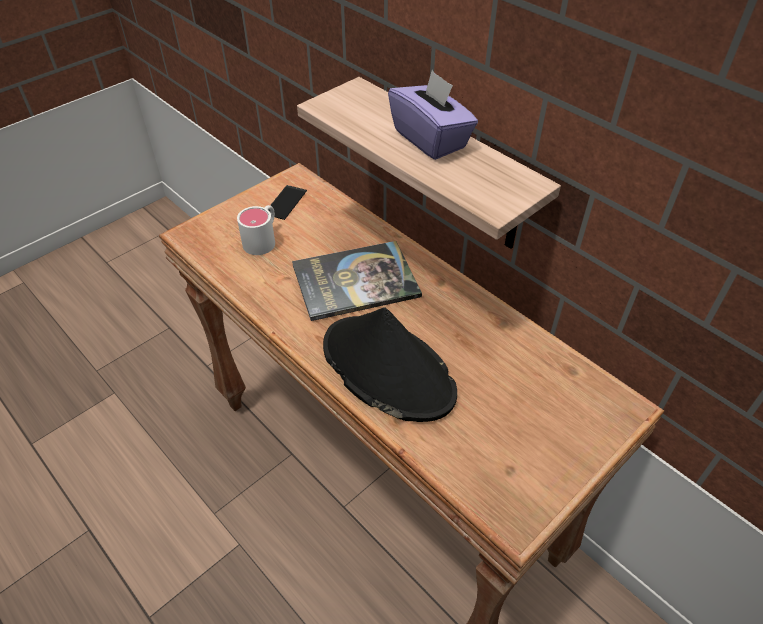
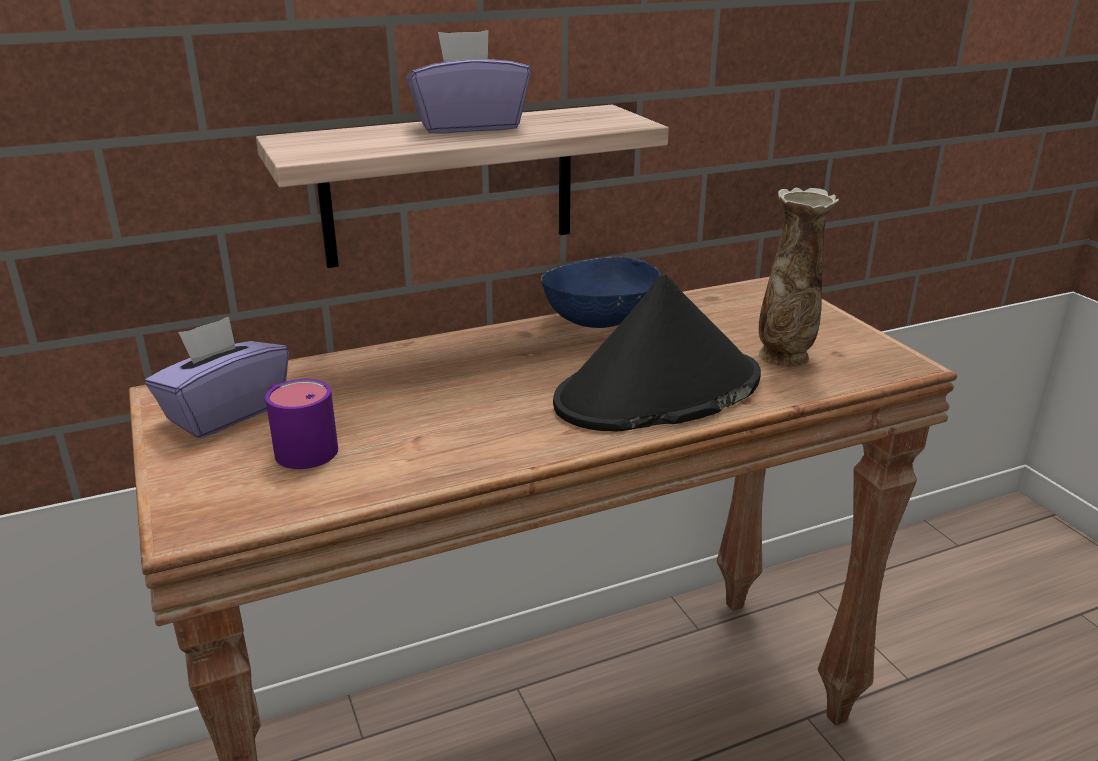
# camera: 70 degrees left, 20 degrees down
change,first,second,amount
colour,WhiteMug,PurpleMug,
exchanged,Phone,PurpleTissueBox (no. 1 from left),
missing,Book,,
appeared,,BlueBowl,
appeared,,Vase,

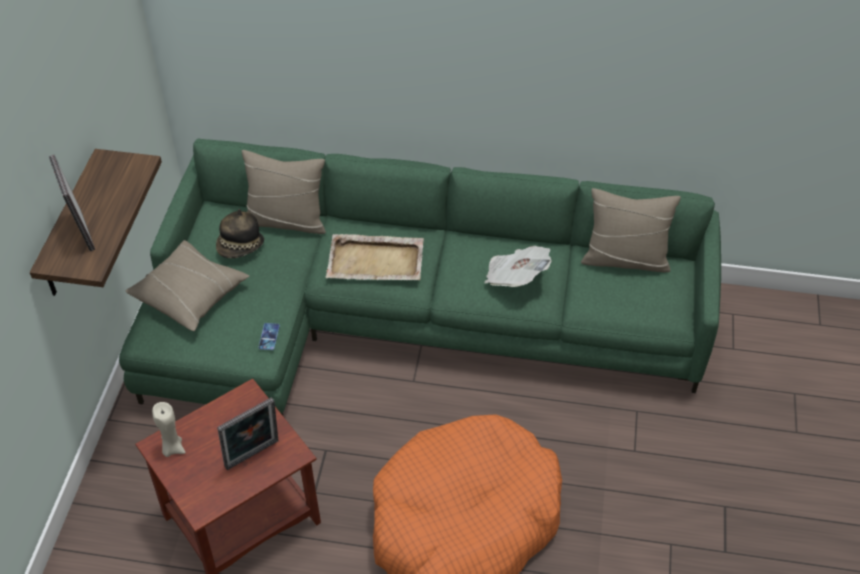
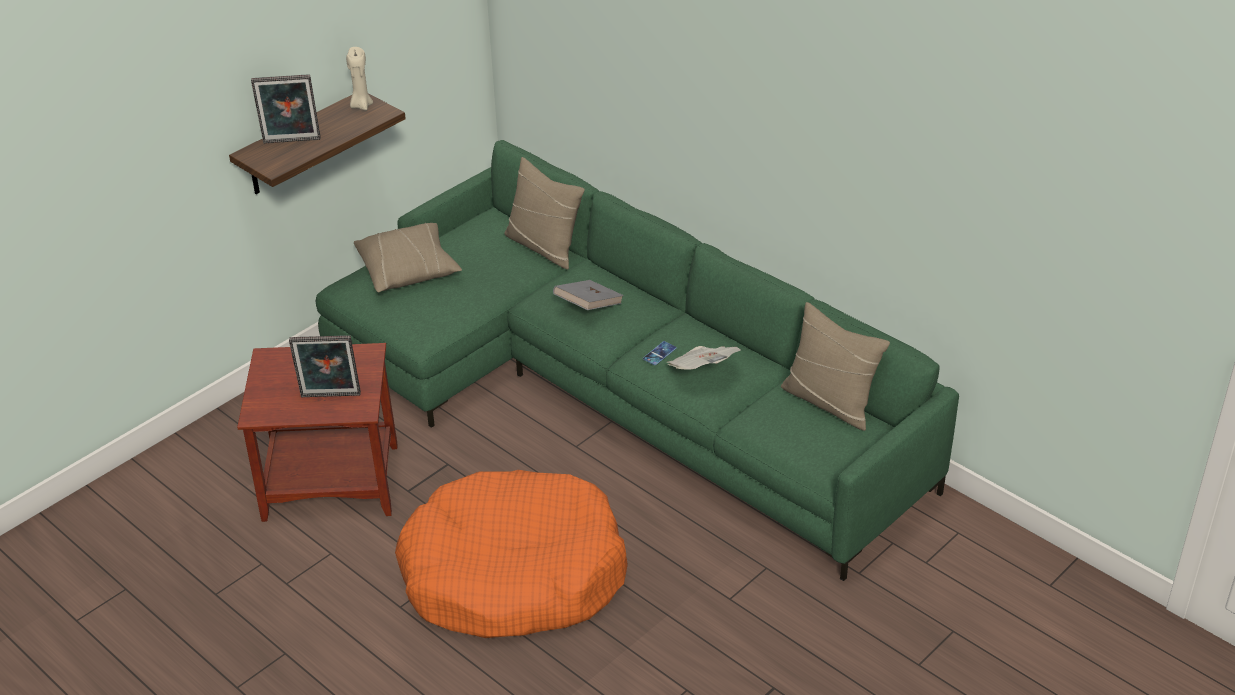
# camera: 35 degrees right, 10 degrees down
change,first,second,amount
spun,PictureFrame (no. 1 from left),,105 degrees counterclockwise
relocated,BeigeCandle,,
missing,Hat,,
relocated,Phone,,
exchanged,BeigeTray,GreyBook,

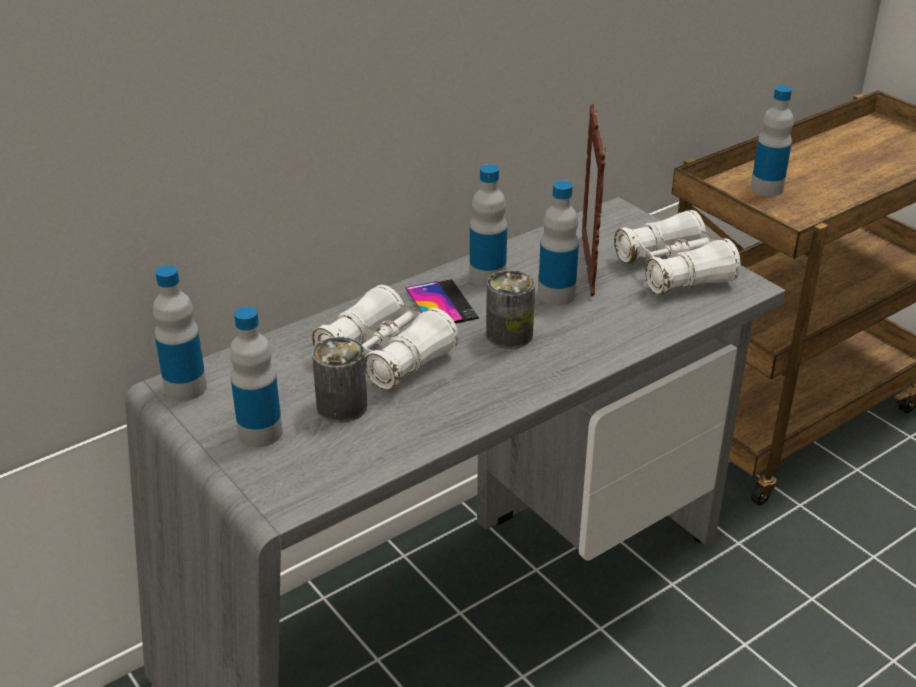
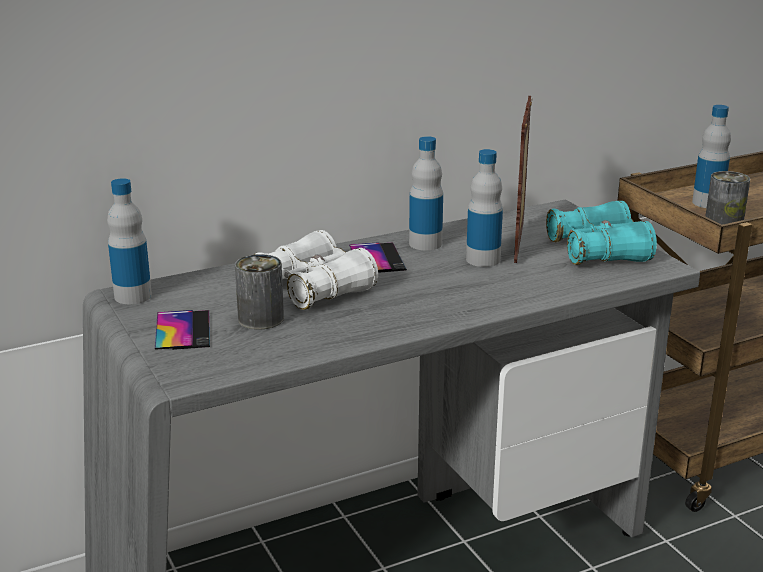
# camera: 10 degrees right, 10 degrees down
change,first,second,amount
exchanged,Bottle (no. 2 from left),Phone (no. 1 from left),
relocated,Can (no. 2 from left),,
colour,WhiteBinoculars (no. 2 from left),TurquoiseBinoculars,

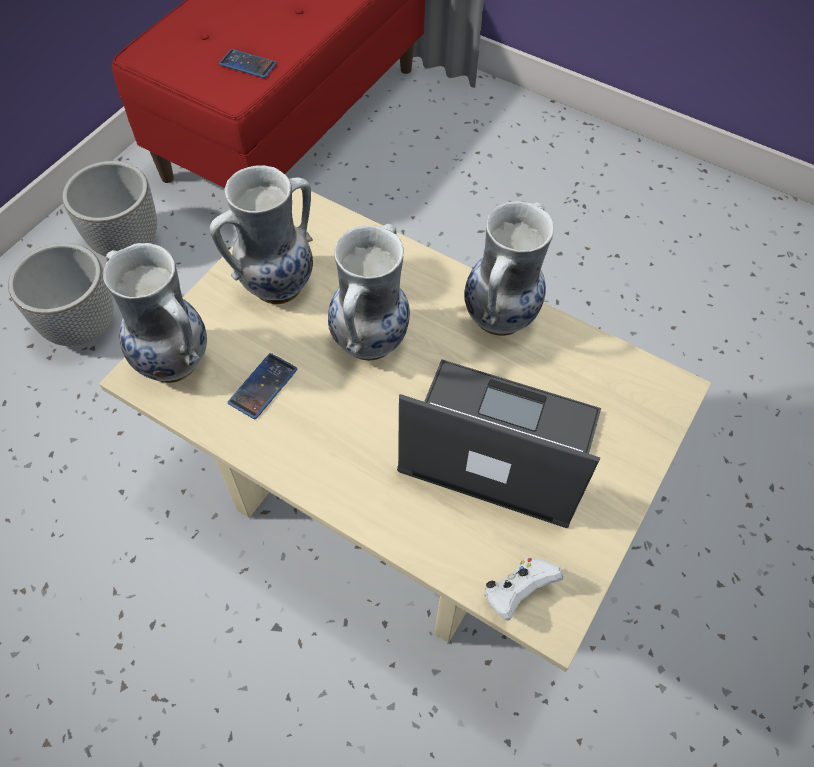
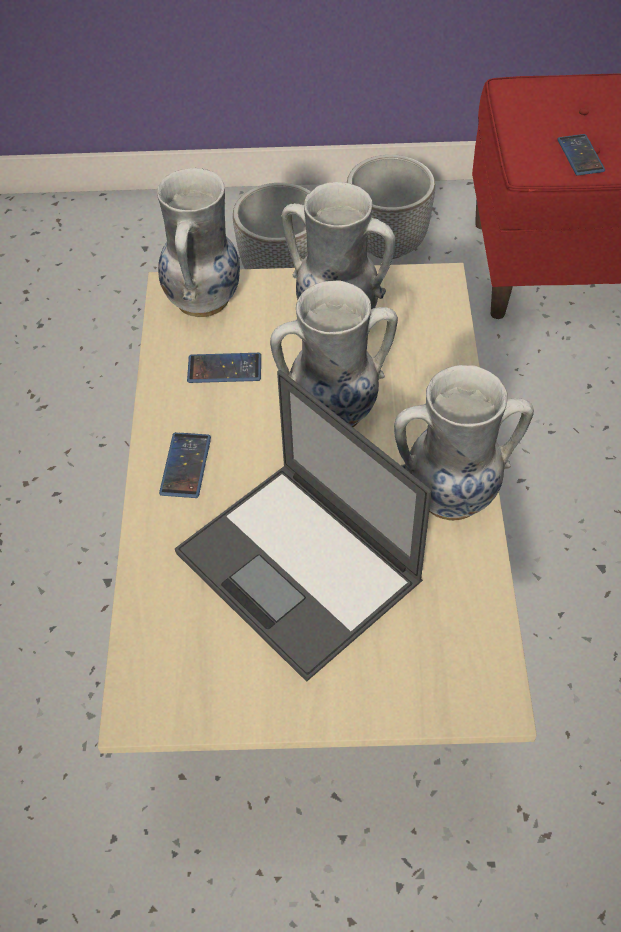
# camera: 60 degrees right, 5 degrees down
change,first,second,amount
spun,Laptop,,150 degrees clockwise
missing,WhiteGameController,,
appeared,,Phone (no. 1 from left),

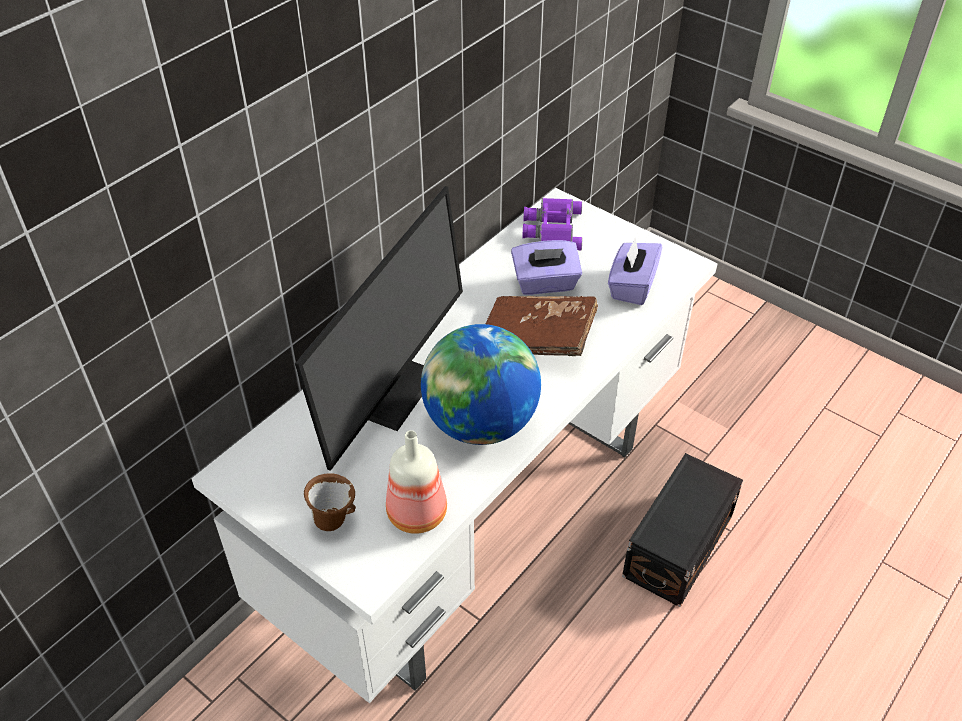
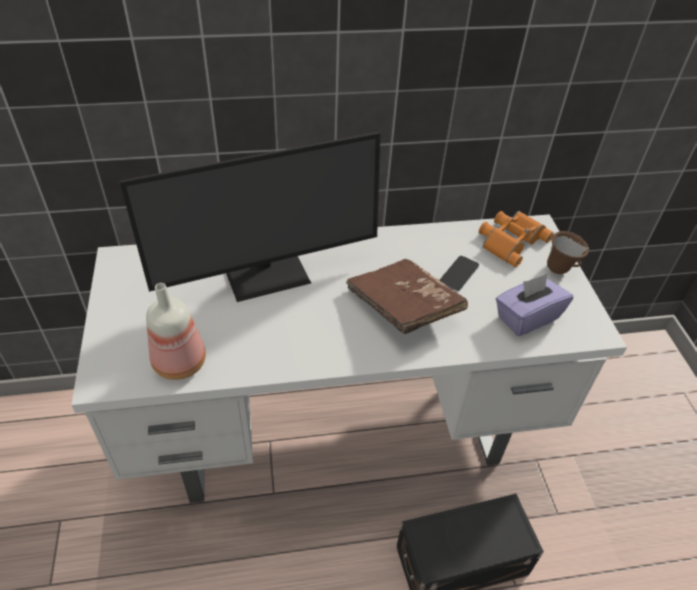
# camera: 40 degrees right, 0 degrees up
change,first,second,amount
relocated,BrownMug,,
missing,Globe,,
exchanged,PurpleTissueBox (no. 1 from left),Phone,
colour,PurpleBinoculars,OrangeBinoculars,

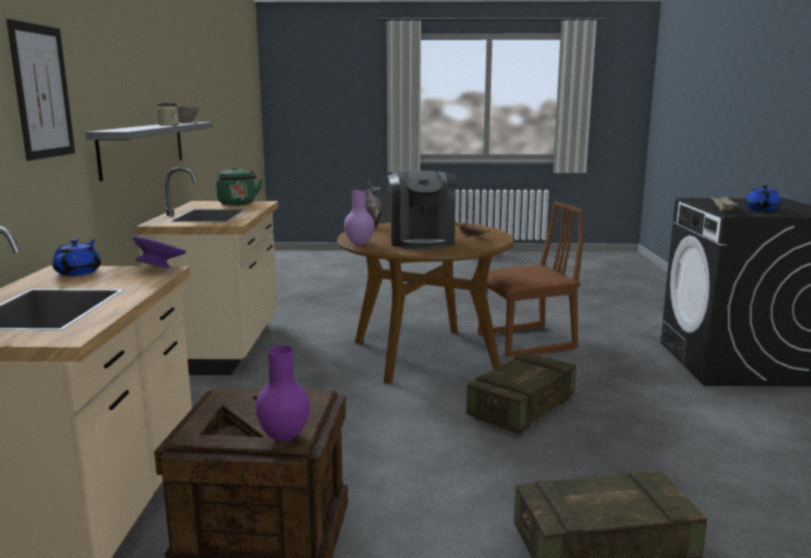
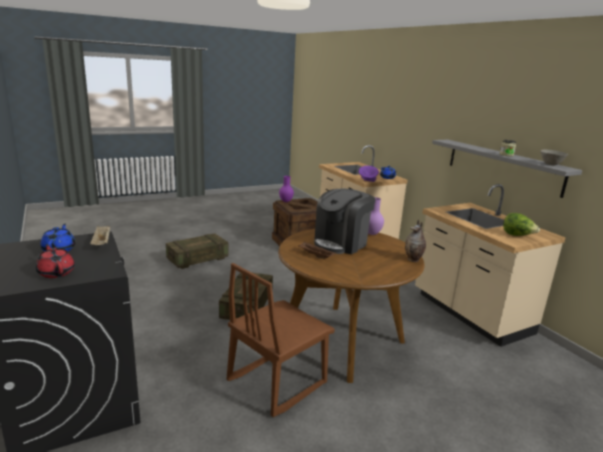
# camera: 150 degrees right, 5 degrees up
change,first,second,amount
missing,Picture,,
exchanged,GreenKettle,Lettuce,
spun,CoffeeMachine,,105 degrees counterclockwise
appeared,,RedTeapot,

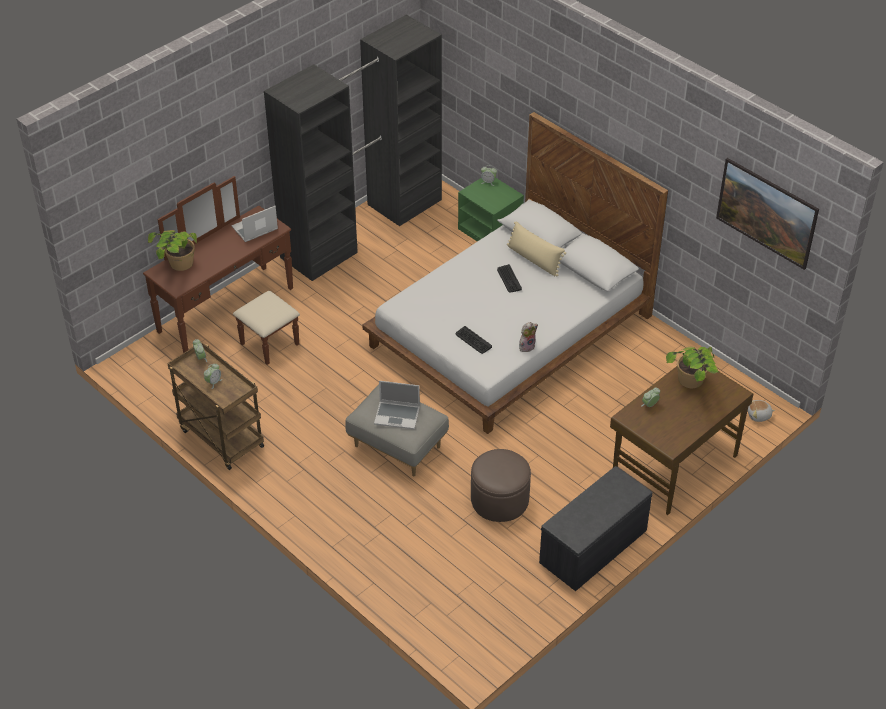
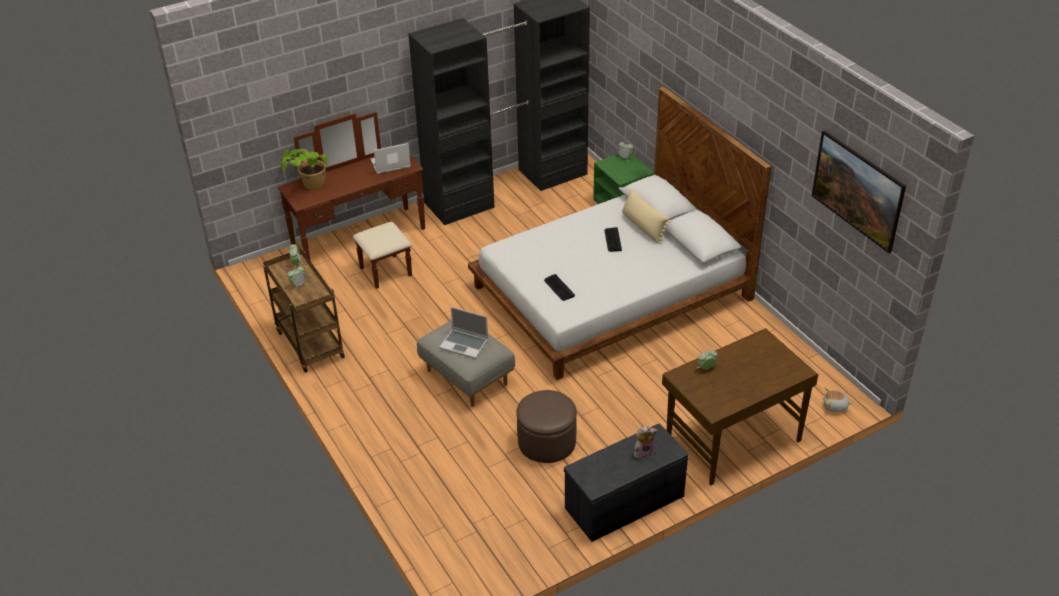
# camera: 15 degrees right, 5 degrees down
change,first,second,amount
relocated,PlushToy (no. 1 from left),,
missing,PottedPlant (no. 2 from left),,

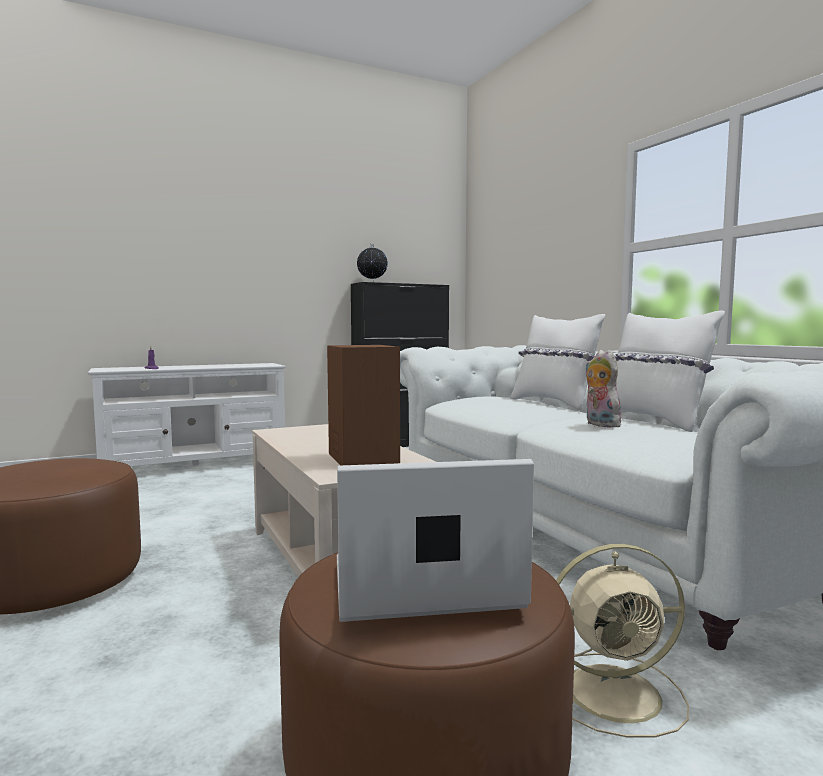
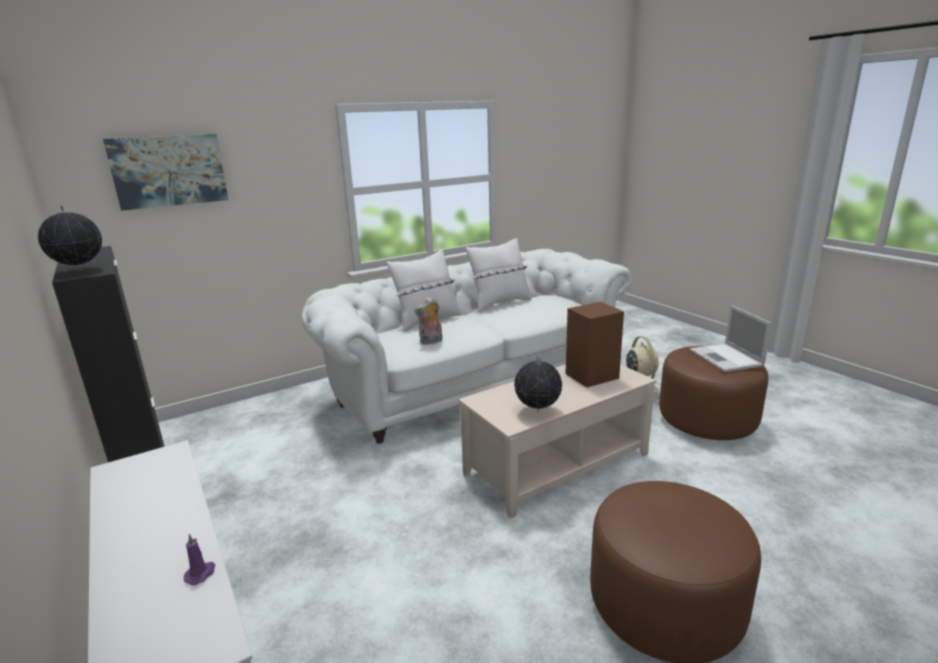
# camera: 95 degrees left, 15 degrees up
change,first,second,amount
relocated,PlushToy,,
appeared,,Picture,
appeared,,Globe (no. 2 from left),

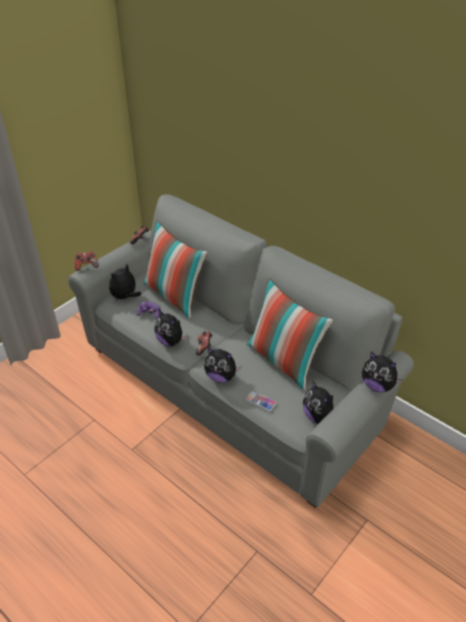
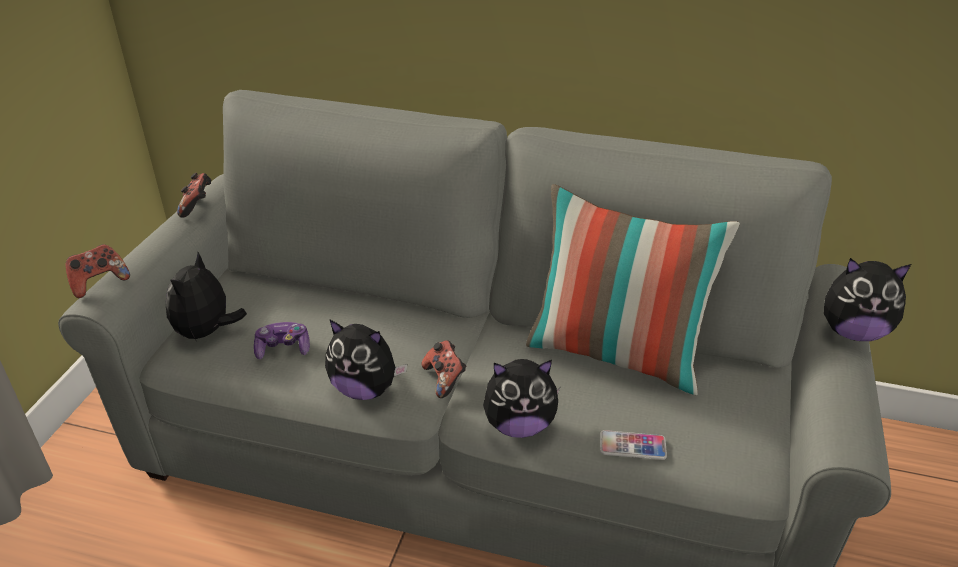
# camera: 25 degrees left, 5 degrees down
change,first,second,amount
missing,Pillow (no. 1 from left),,
missing,PlushToy (no. 4 from left),,

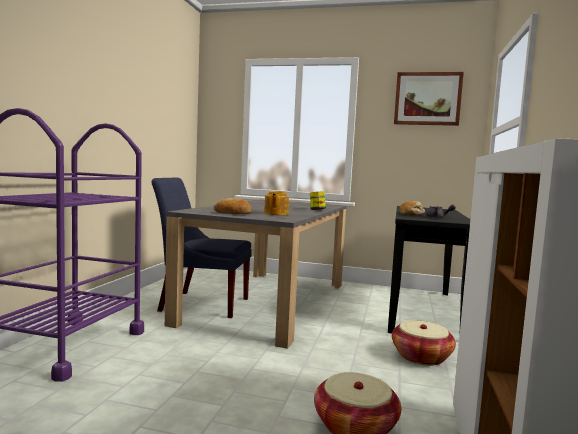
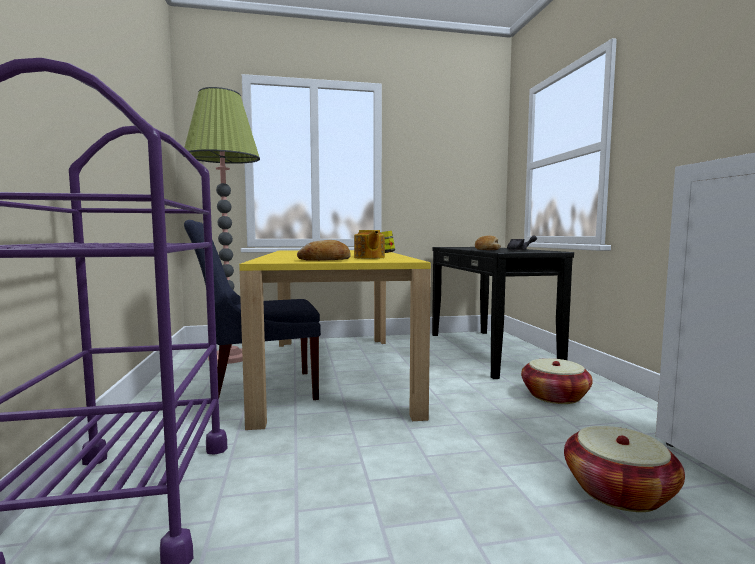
# camera: 25 degrees left, 0 degrees up
change,first,second,amount
colour,GreyDiningTable,YellowDiningTable,
missing,Picture,,
appeared,,FloorLamp,

